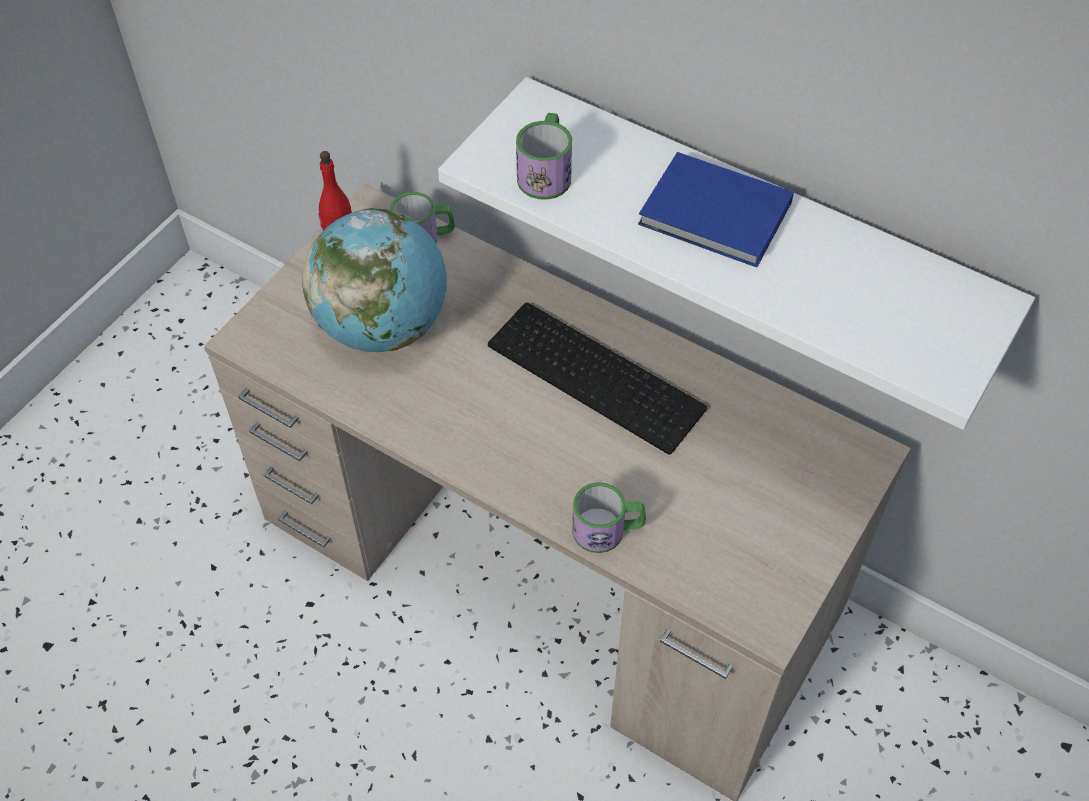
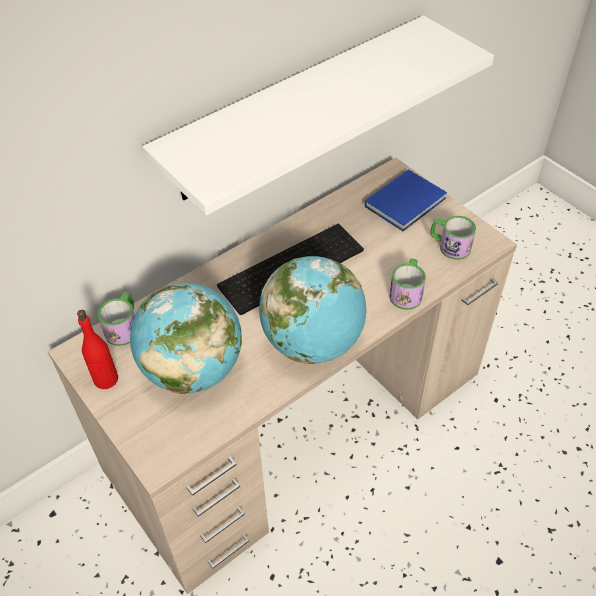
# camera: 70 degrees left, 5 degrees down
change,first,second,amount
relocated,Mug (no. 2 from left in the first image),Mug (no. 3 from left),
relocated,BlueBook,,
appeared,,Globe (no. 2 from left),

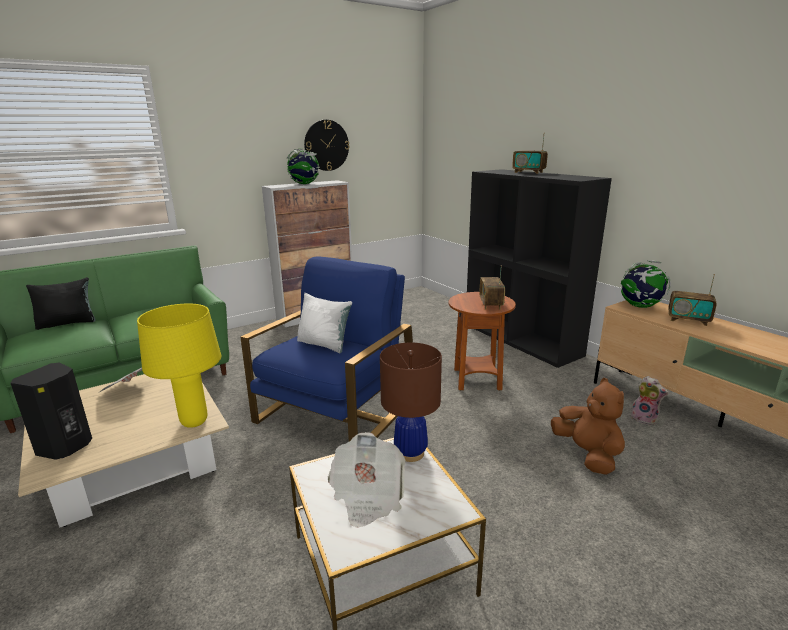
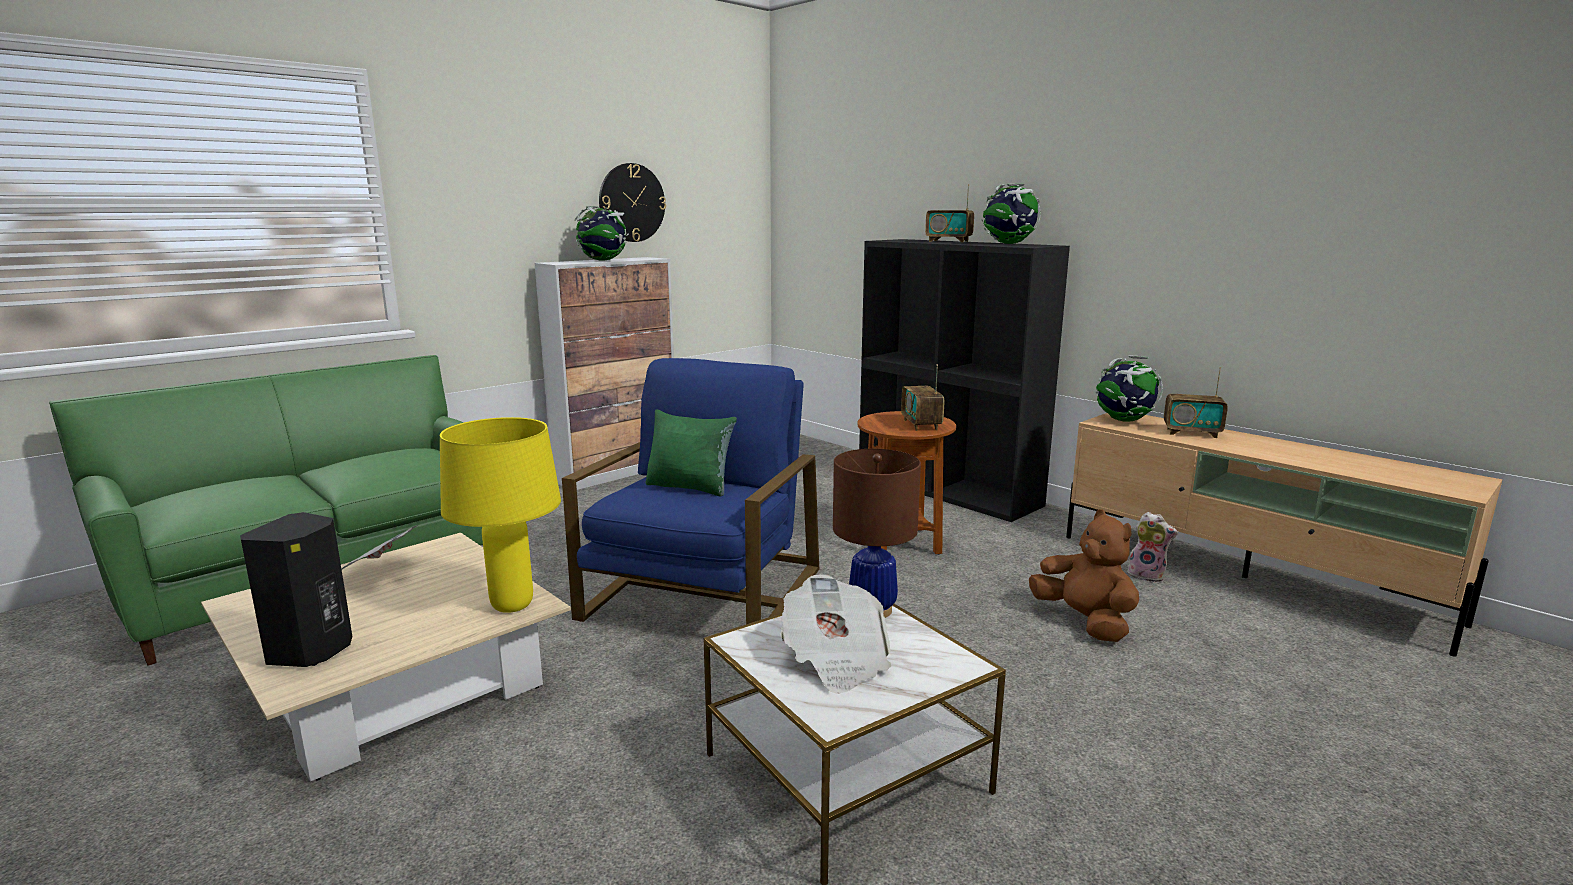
# camera: 10 degrees left, 5 degrees down
change,first,second,amount
missing,BlackPillow,,
colour,WhitePillow,GreenPillow,
appeared,,Globe (no. 2 from left),

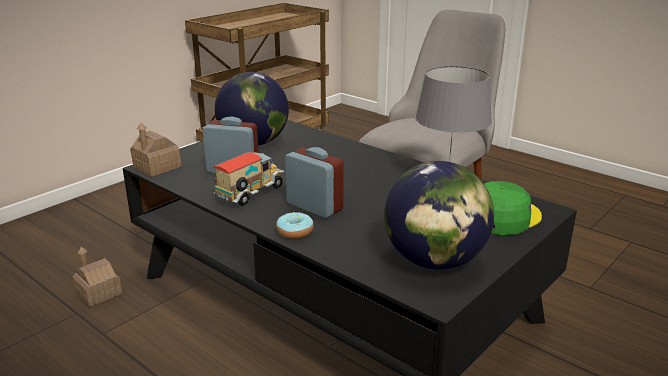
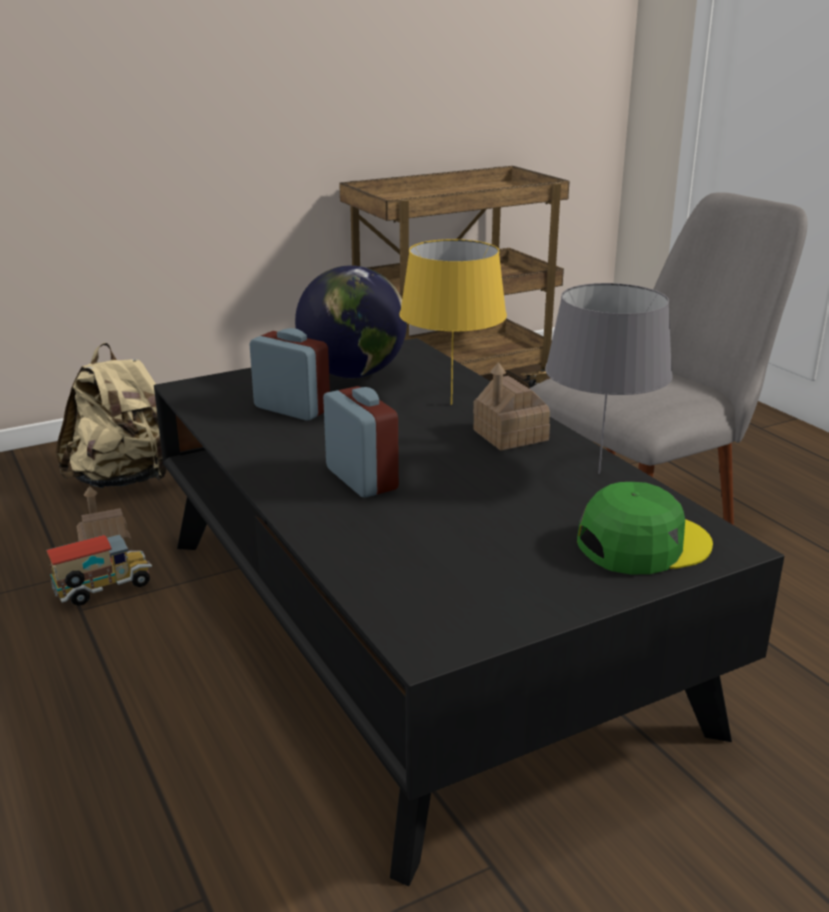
# camera: 20 degrees right, 0 degrees up
change,first,second,amount
relocated,ToyHouse (no. 2 from left),,
relocated,ToyTruck,,
missing,Donut,,
missing,Globe (no. 2 from left),,
appeared,,BeigeBackpack,
appeared,,YellowTableLamp,

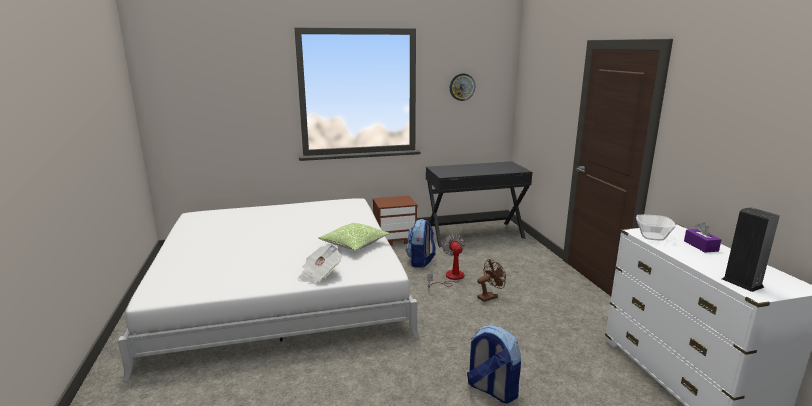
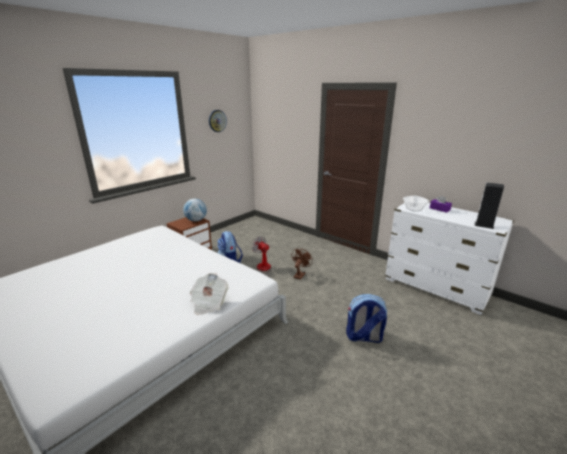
# camera: 35 degrees left, 5 degrees up
change,first,second,amount
missing,Pillow,,
missing,BlackDesk,,
appeared,,Globe,

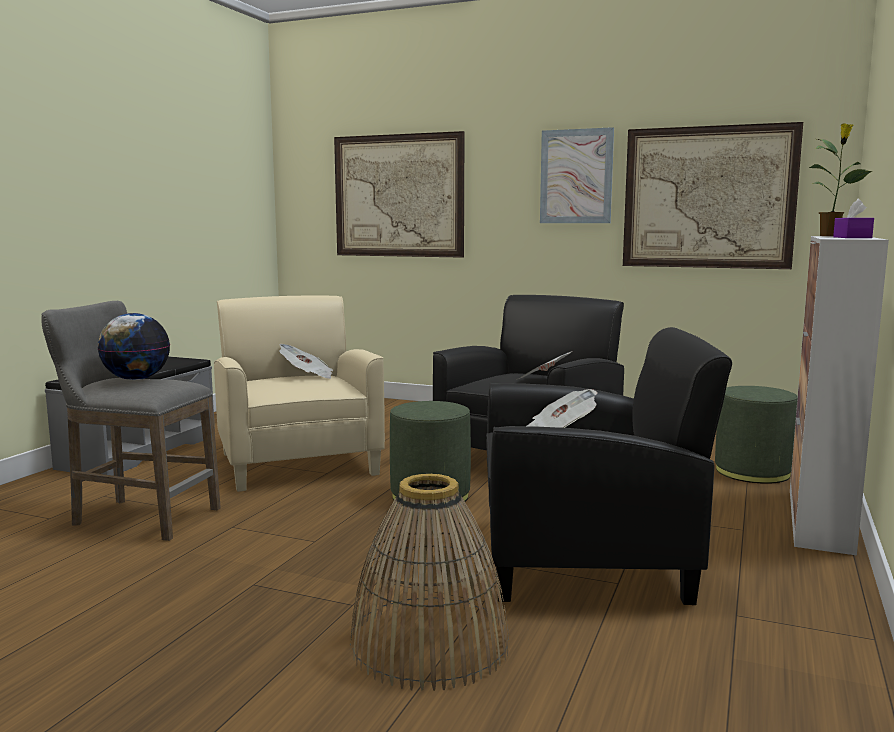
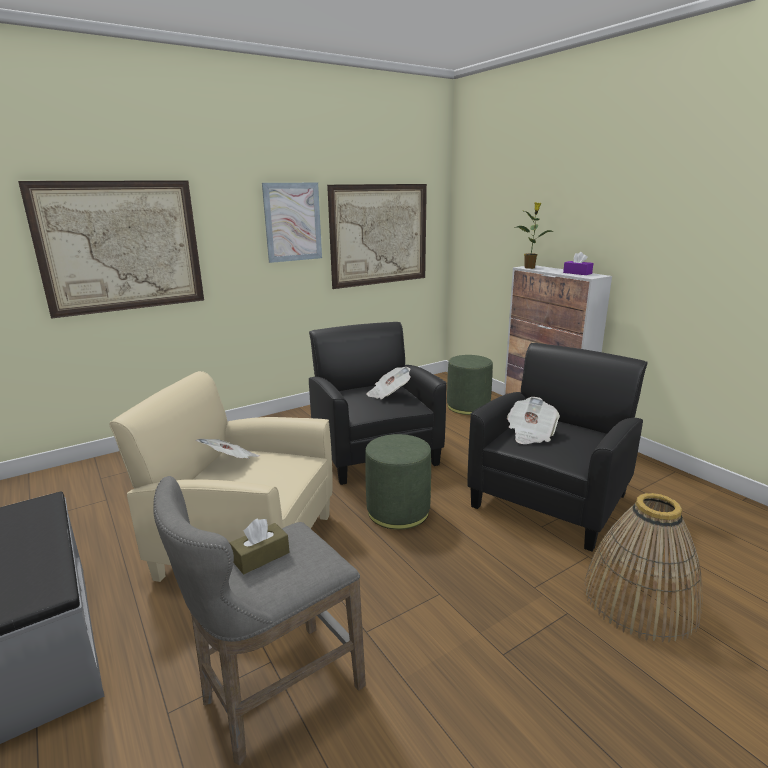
# camera: 55 degrees left, 10 degrees up
change,first,second,amount
exchanged,Globe,BrownTissueBox,

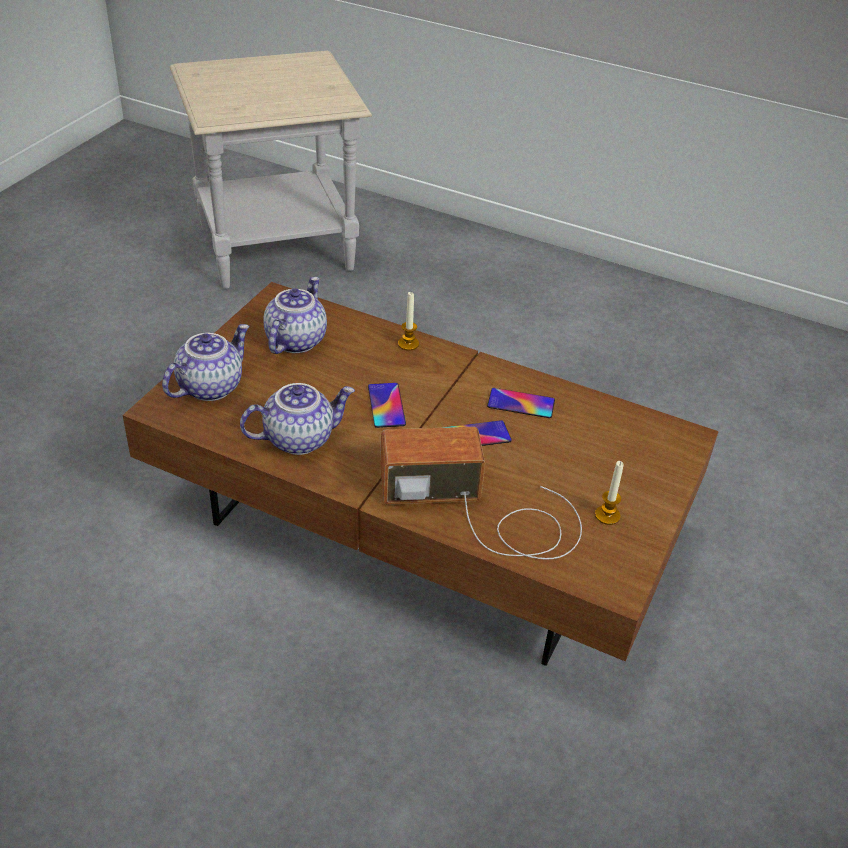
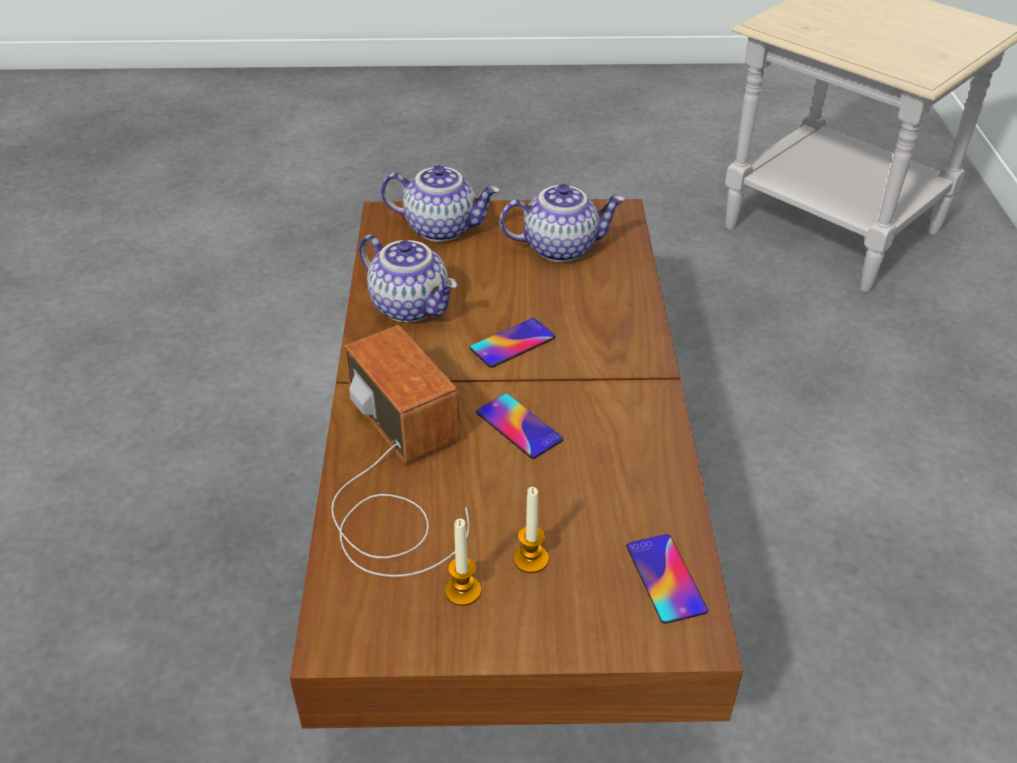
# camera: 65 degrees right, 0 degrees up
change,first,second,amount
relocated,Candle (no. 1 from left in the first image),Candle (no. 2 from left),
relocated,Phone (no. 3 from left),,

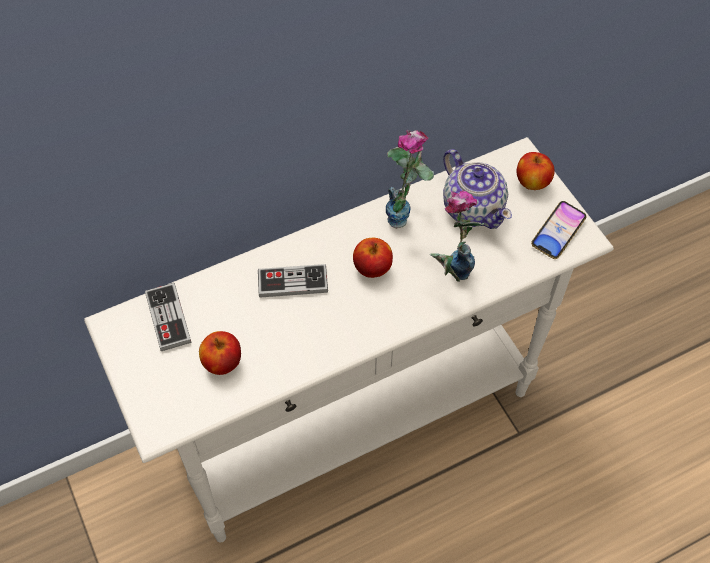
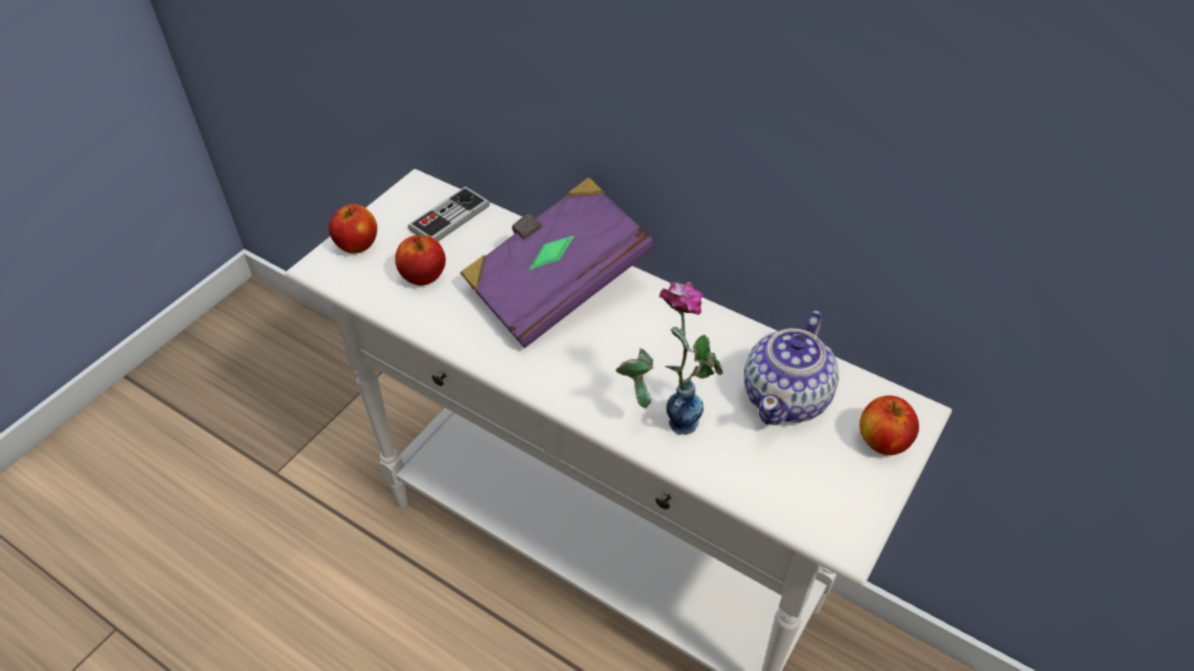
# camera: 60 degrees right, 10 degrees down
change,first,second,amount
exchanged,GameController (no. 2 from left),PurpleBook,
relocated,Apple (no. 2 from left in the first image),Apple (no. 1 from left),
missing,Vase (no. 1 from left),,
missing,Phone,,

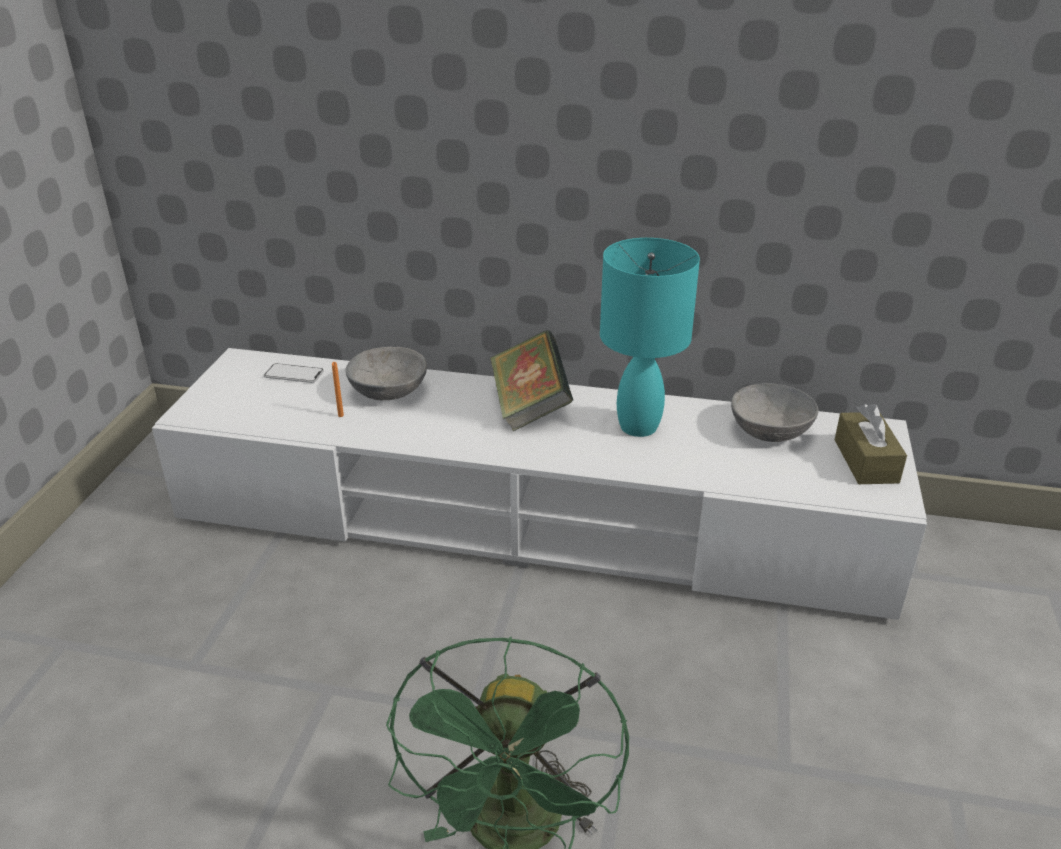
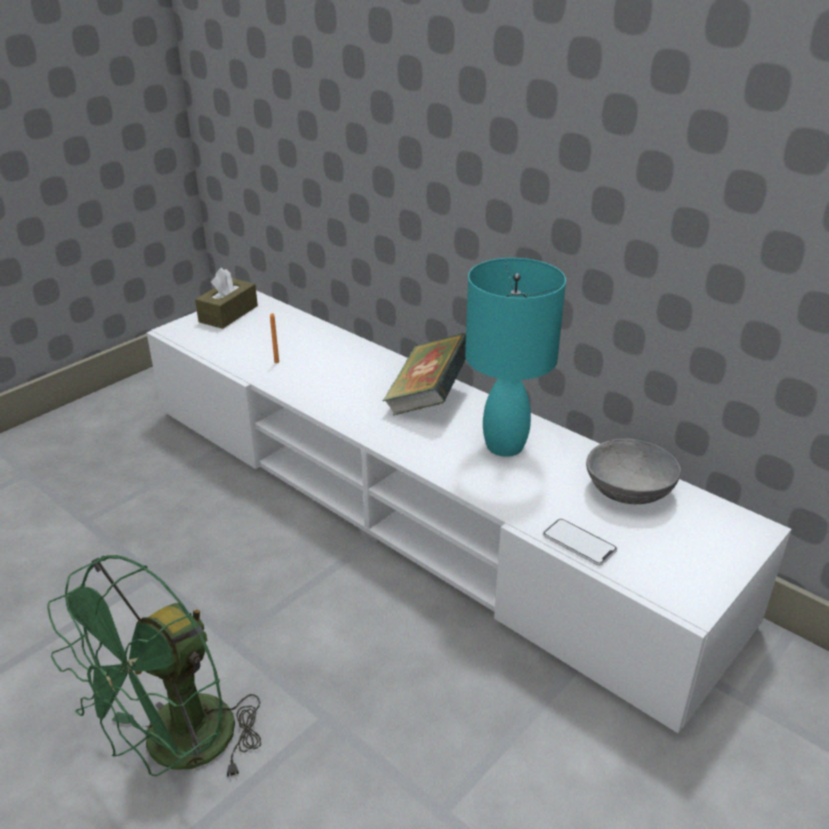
# camera: 30 degrees right, 0 degrees up
change,first,second,amount
relocated,Phone,,
missing,GreyBowl (no. 1 from left),,
relocated,BrownTissueBox,,

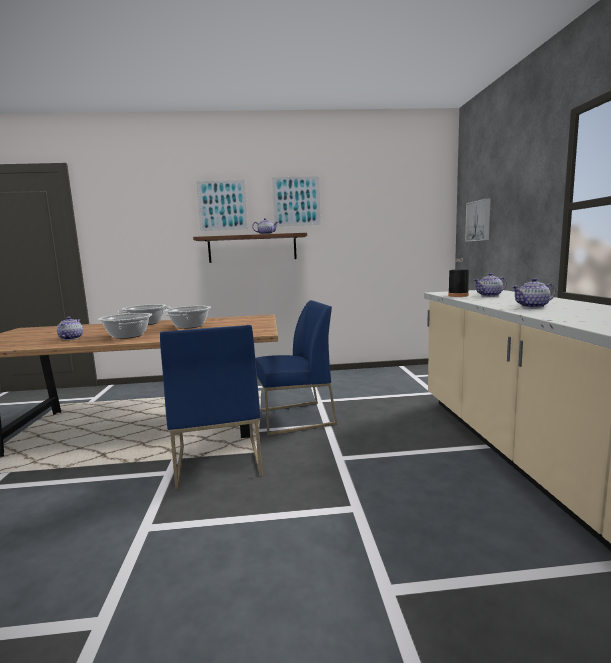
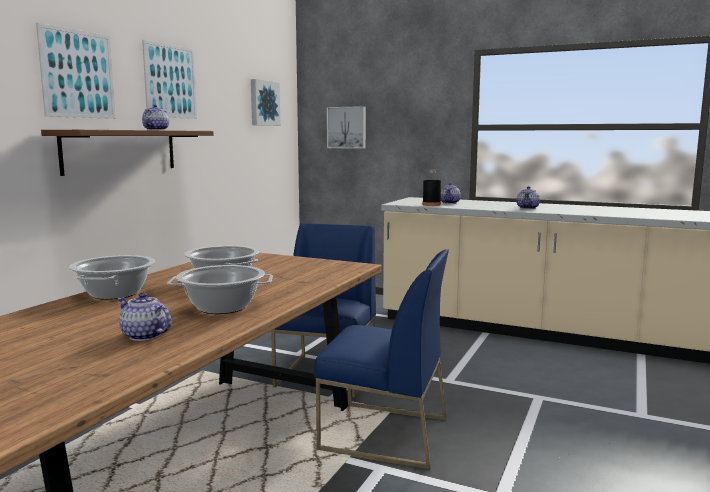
# camera: 60 degrees left, 0 degrees up
change,first,second,amount
appeared,,Picture (no. 3 from left),

